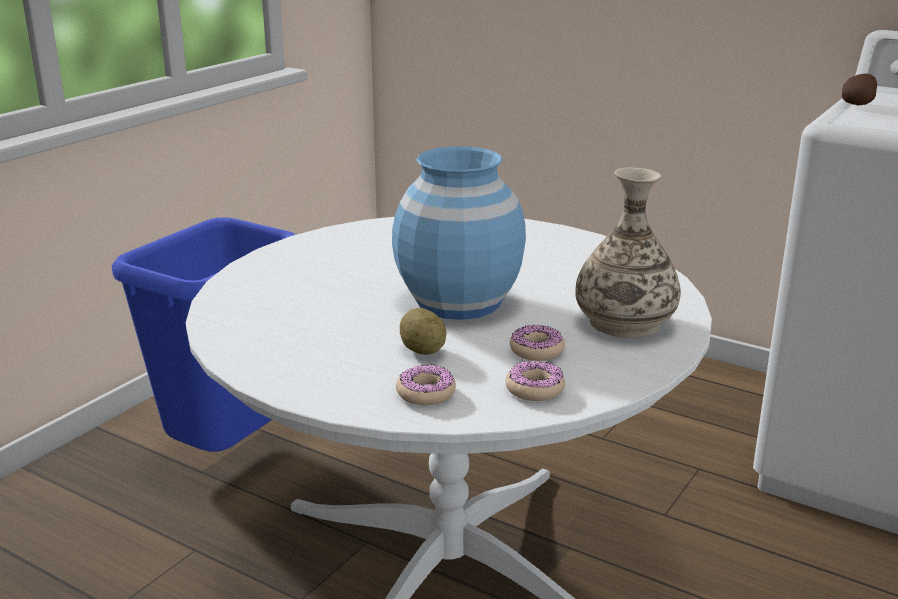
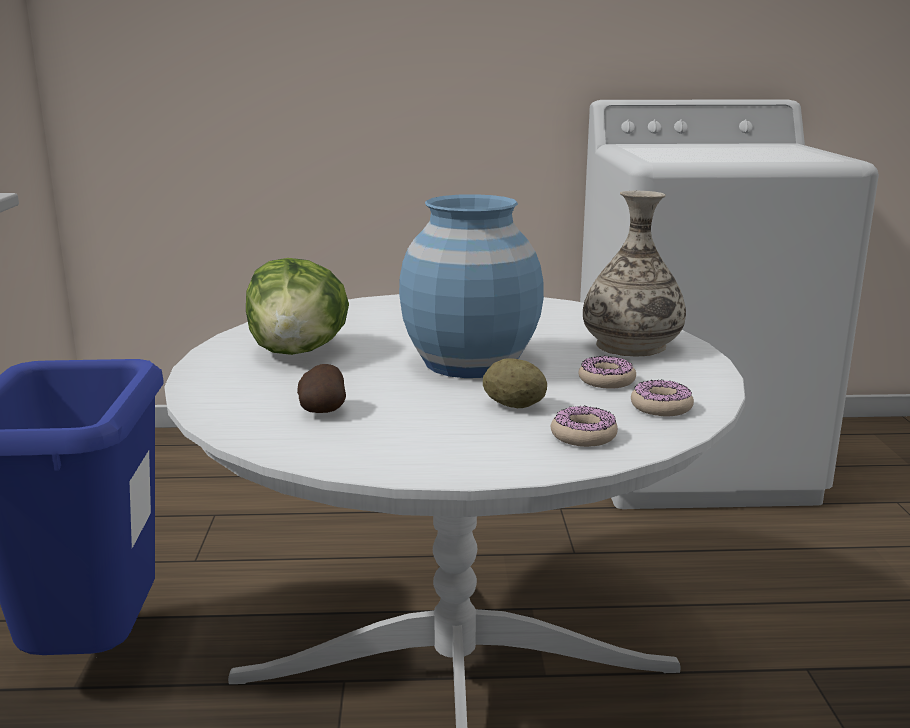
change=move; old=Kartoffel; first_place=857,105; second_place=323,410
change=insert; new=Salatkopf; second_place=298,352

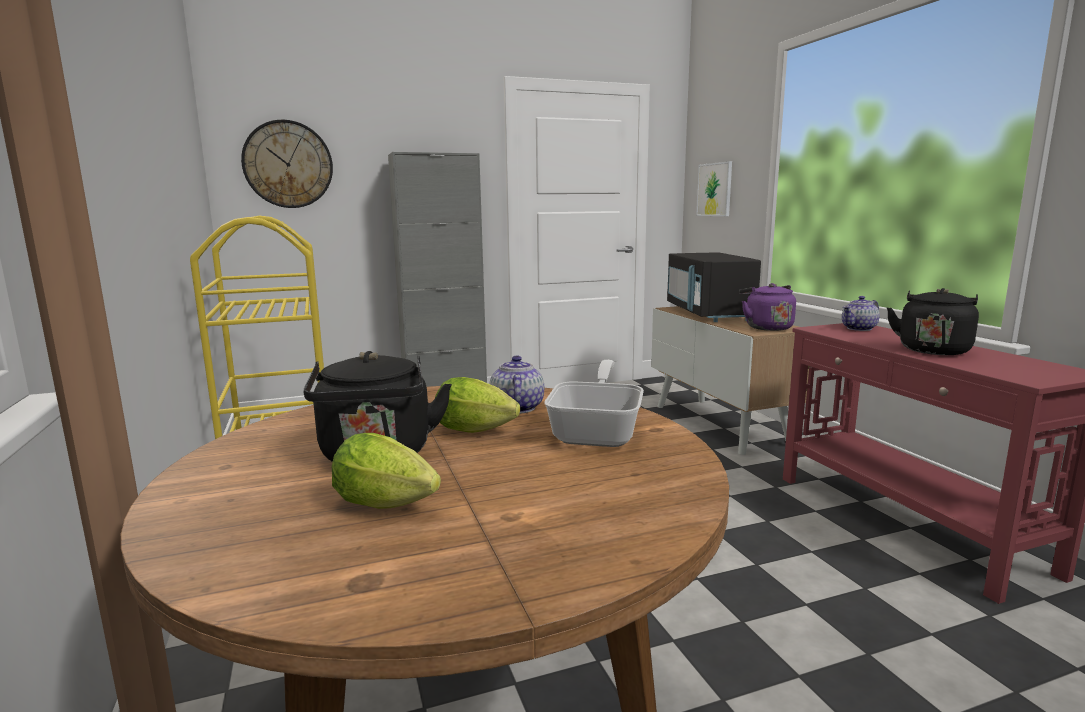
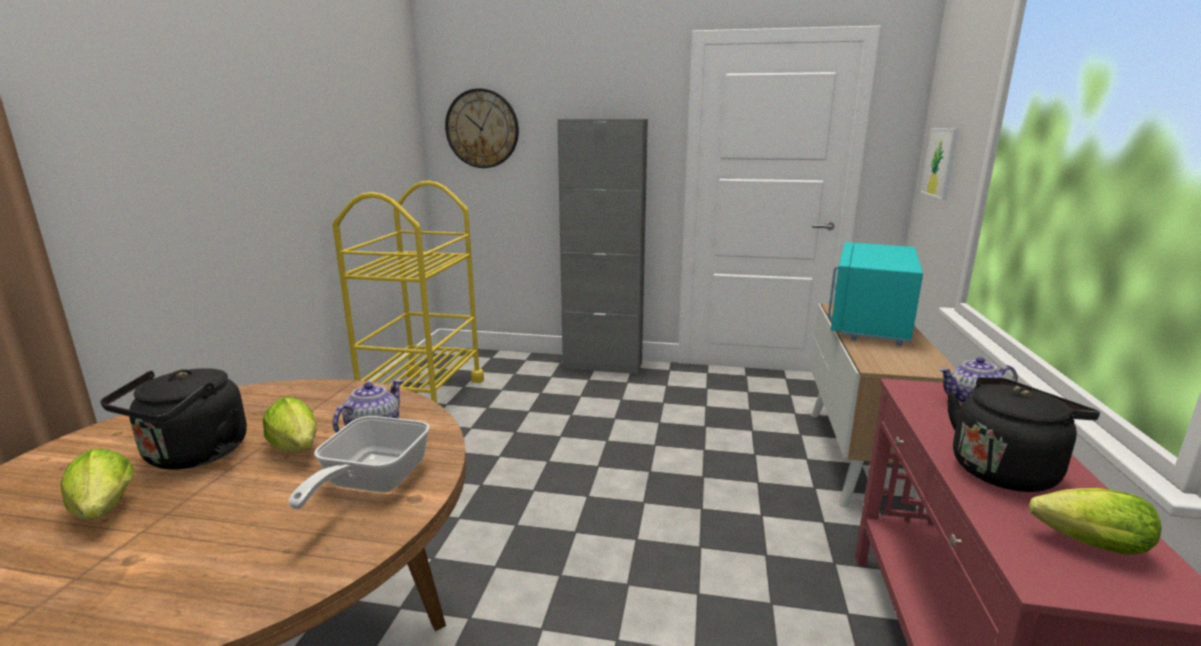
change=recolor; old=Mikrowelle [schwarz]; new=Mikrowelle [türkis]; first_place=708,314; second_place=868,324
change=delete; old=Wasserkessel [lila]; first_place=766,327
change=rotate; old=Pfanne; first_place=598,431; second_place=369,483; degrees=150
change=insert; new=Salatkopf; second_place=1083,543

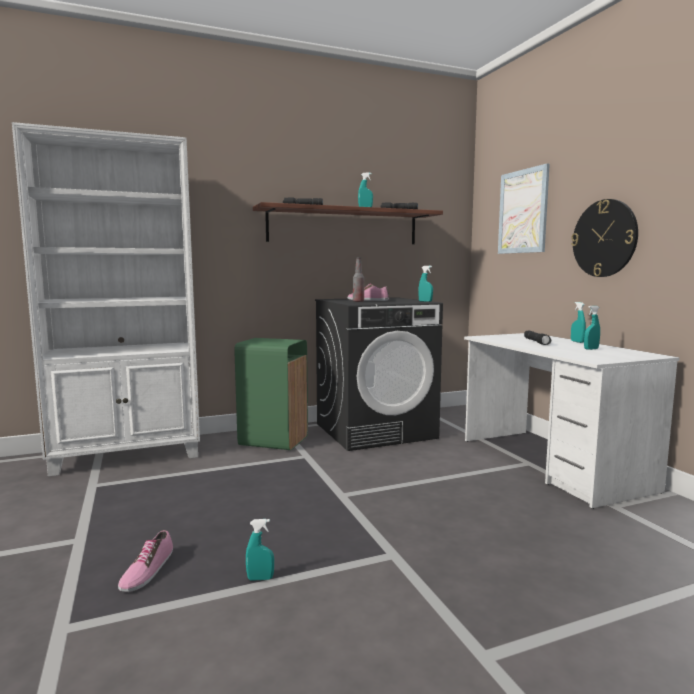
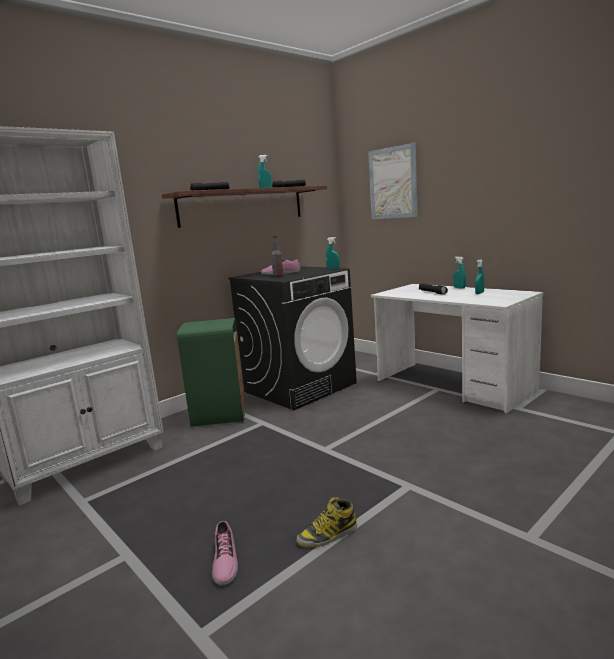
change=delete; old=Wanduhr; first_place=604,238
change=replace; old=Sprühflasche [türkis]; new=Stiefel; first_place=260,578; second_place=327,535

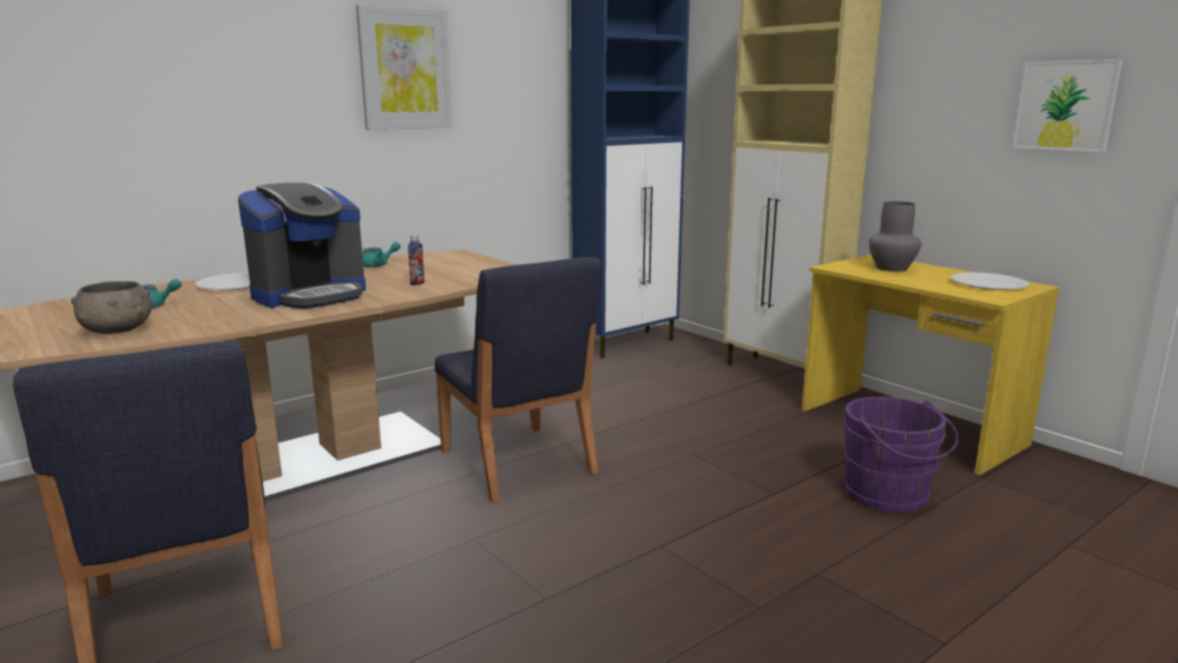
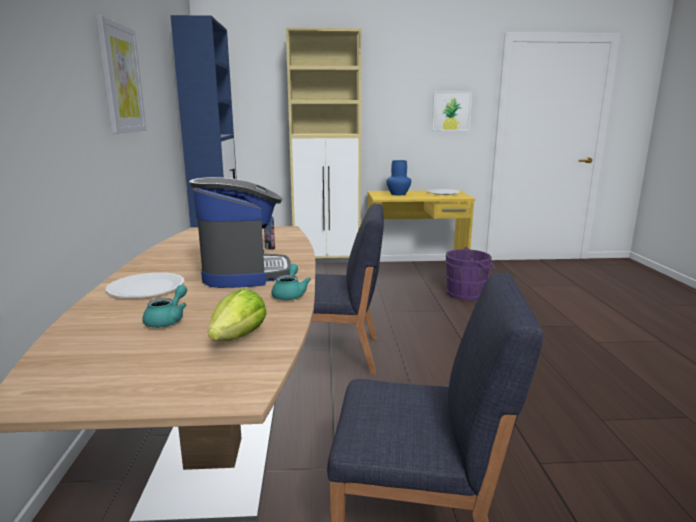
change=recolor; old=Vase [grau]; new=Vase [blau]; first_place=891,268; second_place=398,194
change=move; old=Teekanne [türkis]; first_place=378,265; second_place=290,294
change=replace; old=Schüssel [grau]; new=Salatkopf; first_place=117,330; second_place=239,337

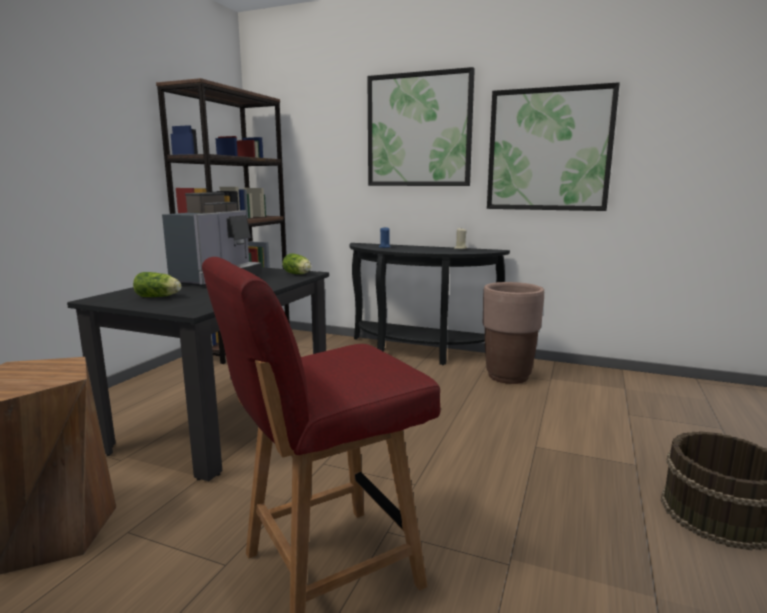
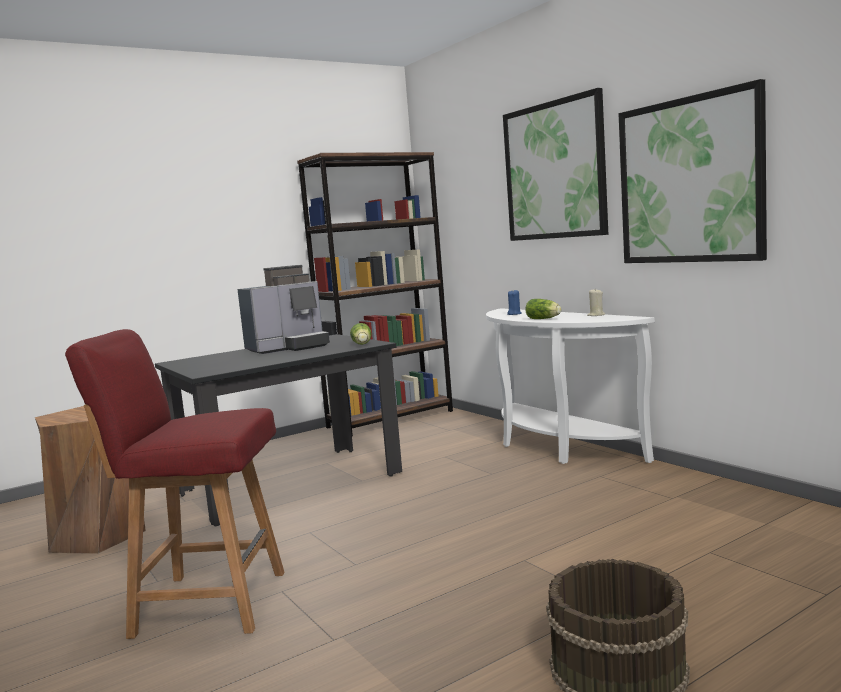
change=recolor; old=Konsolentisch [schwarz]; new=Konsolentisch [weiß]; first_place=417,352; second_place=554,447
change=move; old=Salatkopf; first_place=159,297; second_place=544,319
change=delete; old=Pflanzkübel [braun]; first_place=508,376

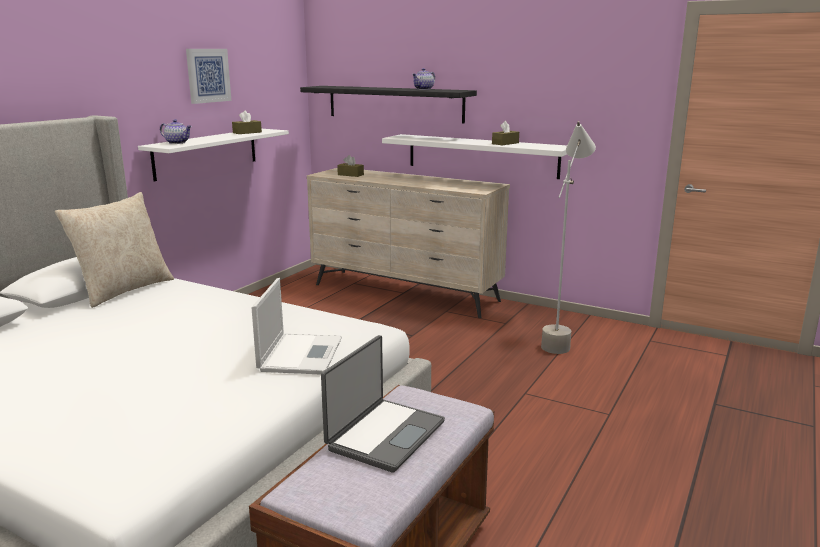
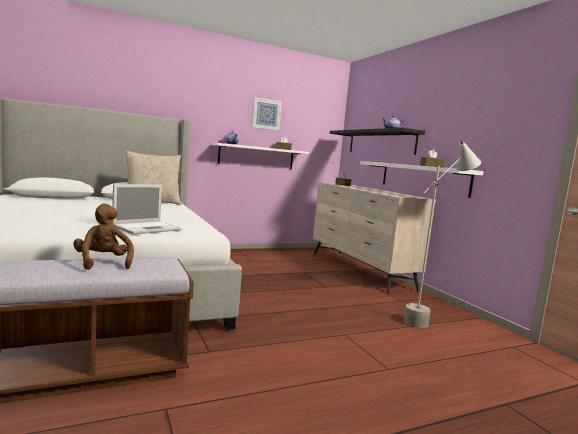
change=replace; old=Laptop; new=Plüschtier [braun]; first_place=384,435; second_place=103,263

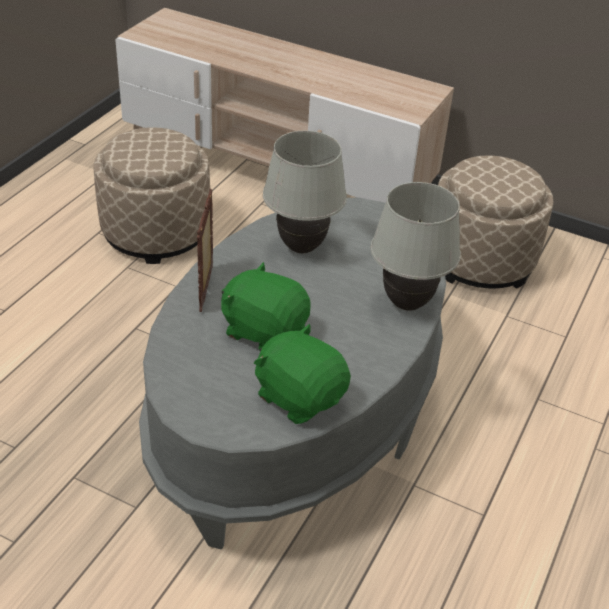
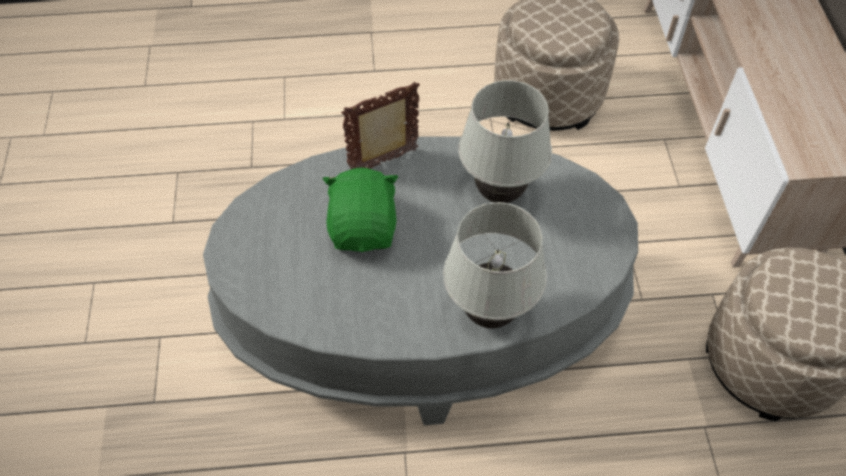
change=delete; old=Plüschtier [grün]; first_place=300,396

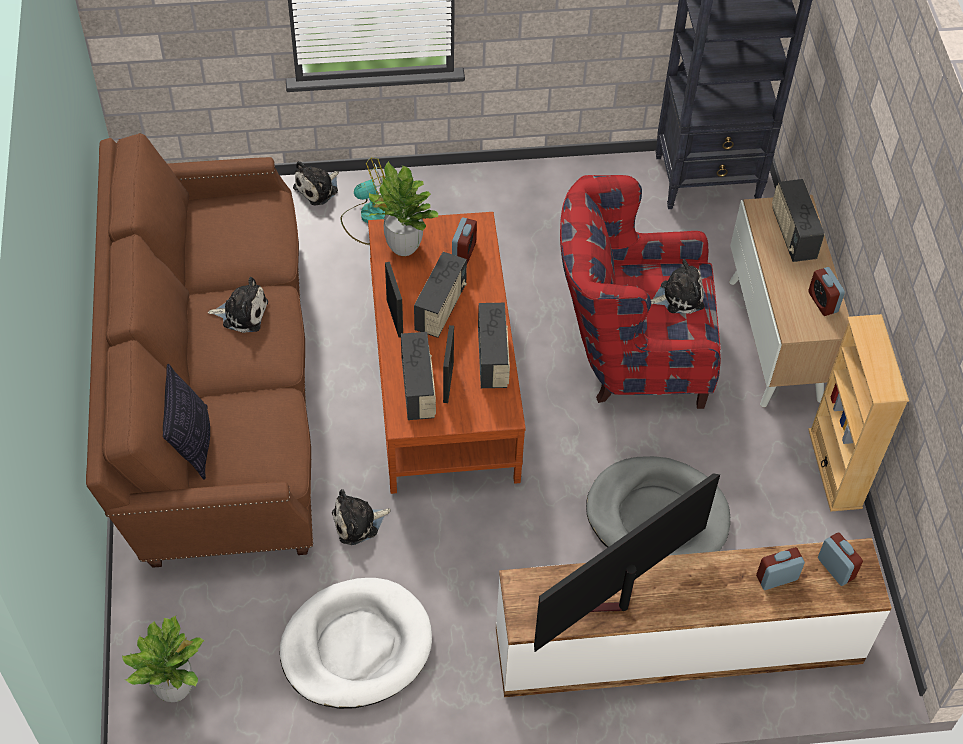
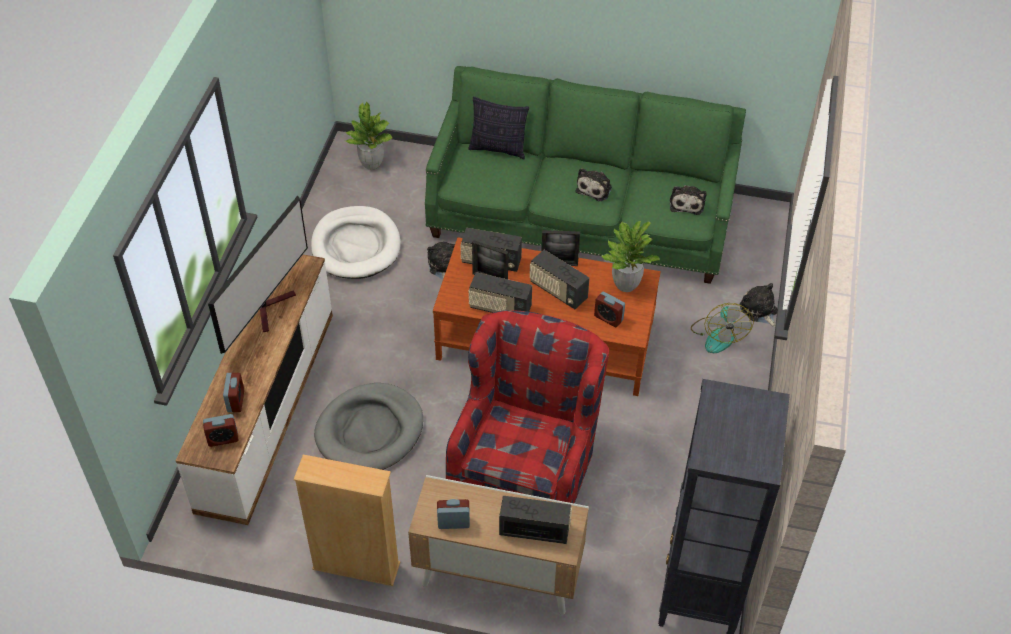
change=recolor; old=Sofa [braun]; new=Sofa [grün]; first_place=215,391; second_place=581,218
change=move; old=Plüschtier; first_place=678,296; second_place=687,203
change=rotate; old=Fernseher; first_place=613,599; second_place=271,307; degrees=45

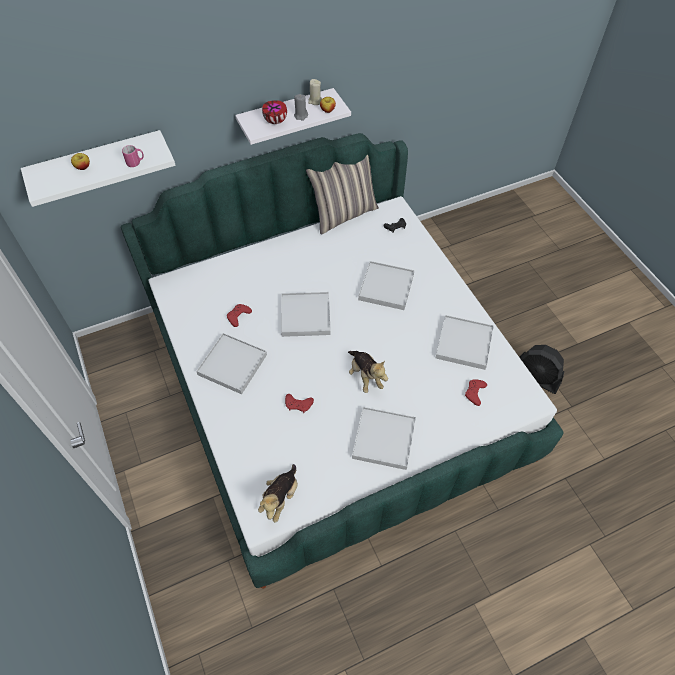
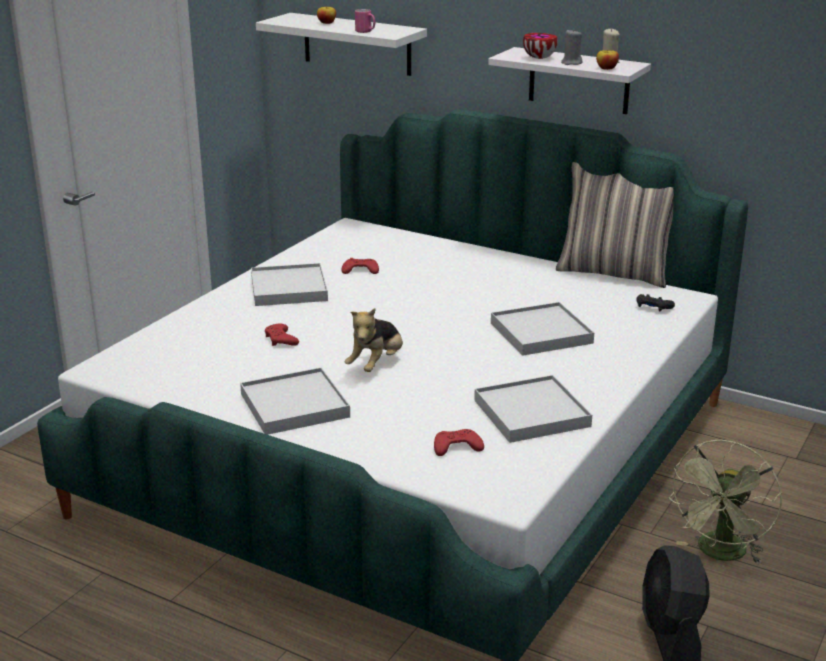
change=delete; old=Tablett [weiß]; first_place=305,316
change=delete; old=Plüschtier; first_place=280,498
change=insert; new=Ventilator [grün]; second_place=720,554

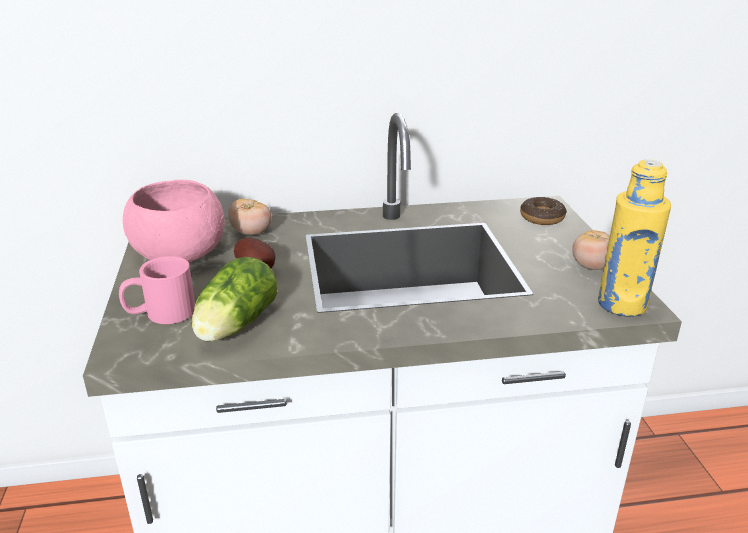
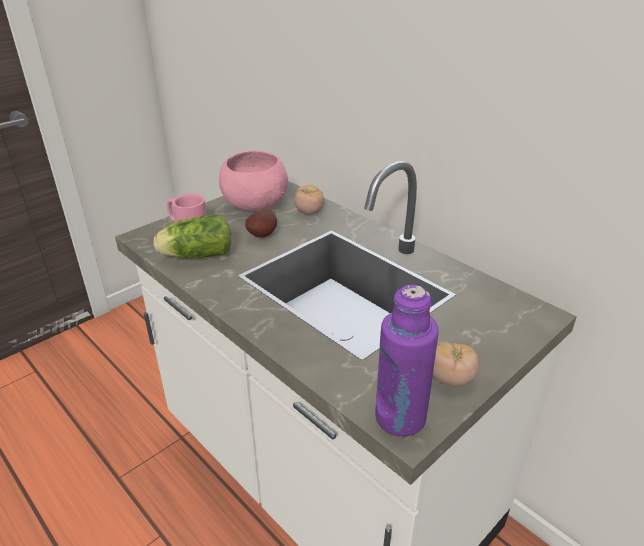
change=recolor; old=Flasche [gelb]; new=Flasche [lila]; first_place=622,304; second_place=400,418
change=delete; old=Donut; first_place=542,217

